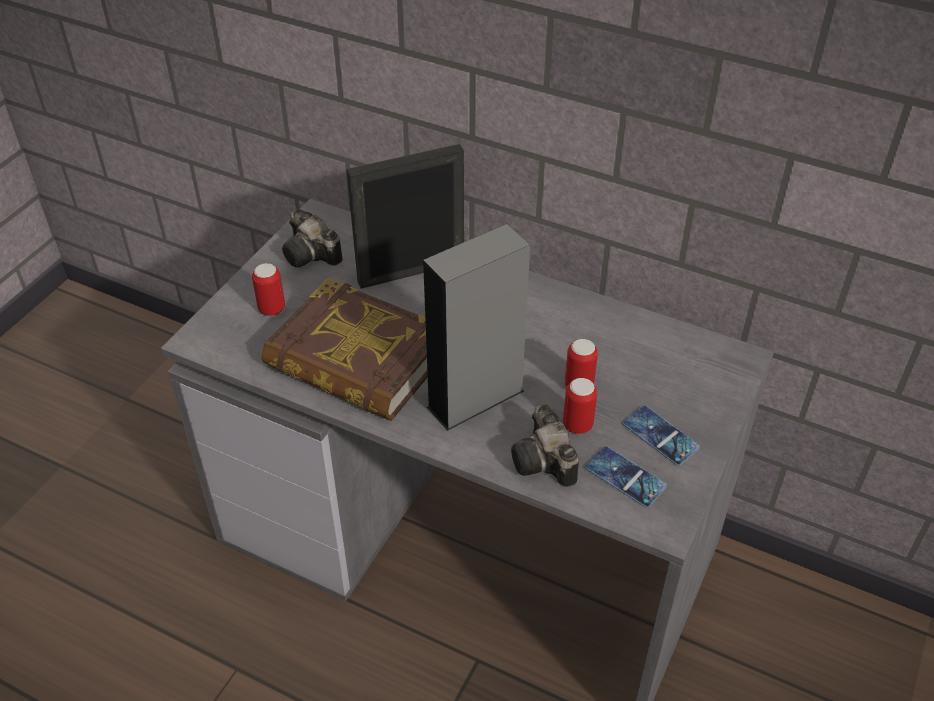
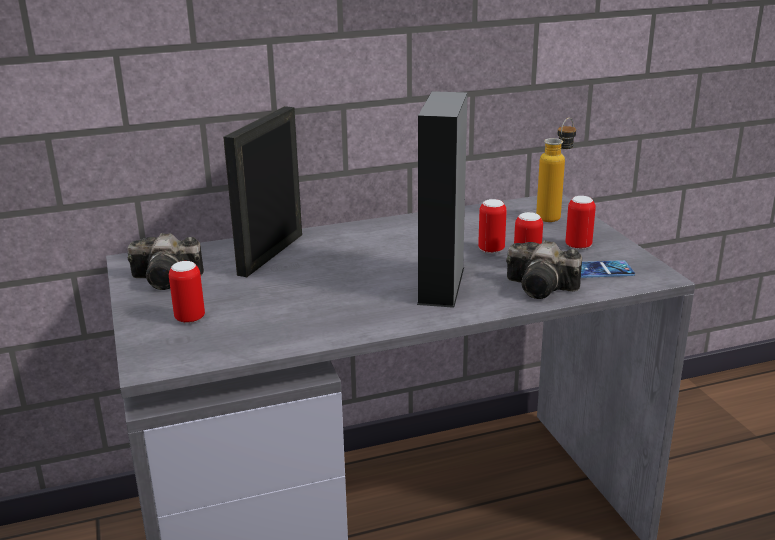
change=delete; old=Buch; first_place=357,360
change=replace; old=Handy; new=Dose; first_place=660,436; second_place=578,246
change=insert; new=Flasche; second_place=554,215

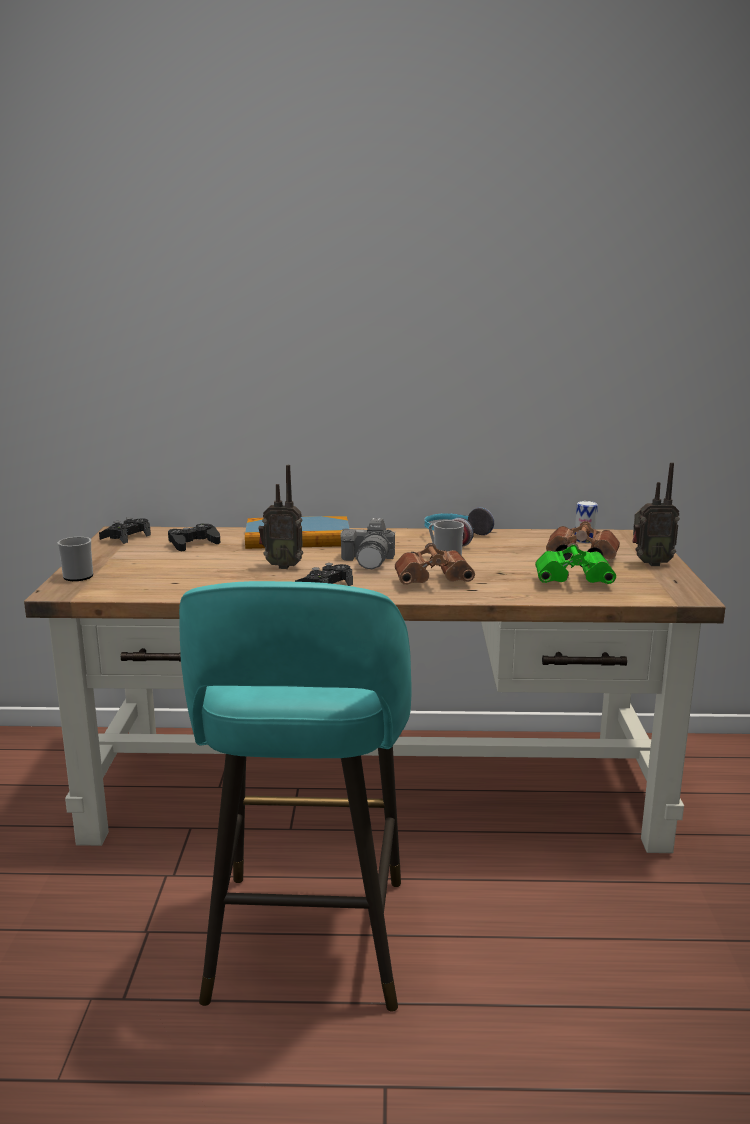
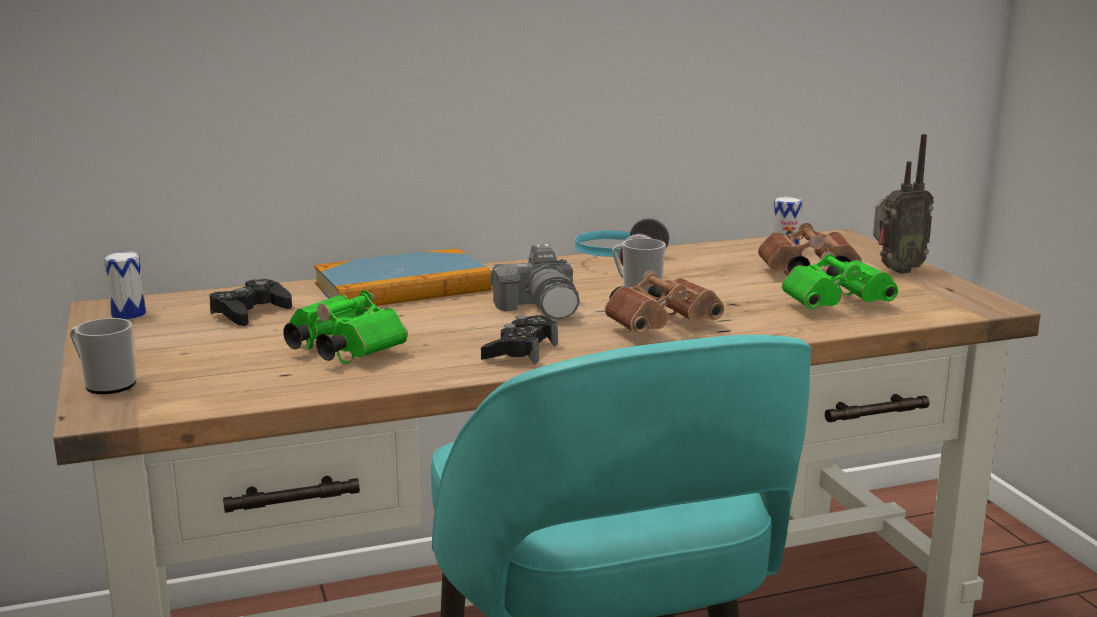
change=delete; old=Radio; first_place=282,566
change=replace; old=Gamepad [schwarz]; new=Dose; first_place=126,537; second_place=128,314
change=insert; new=Fernglas [grün]; second_place=341,350

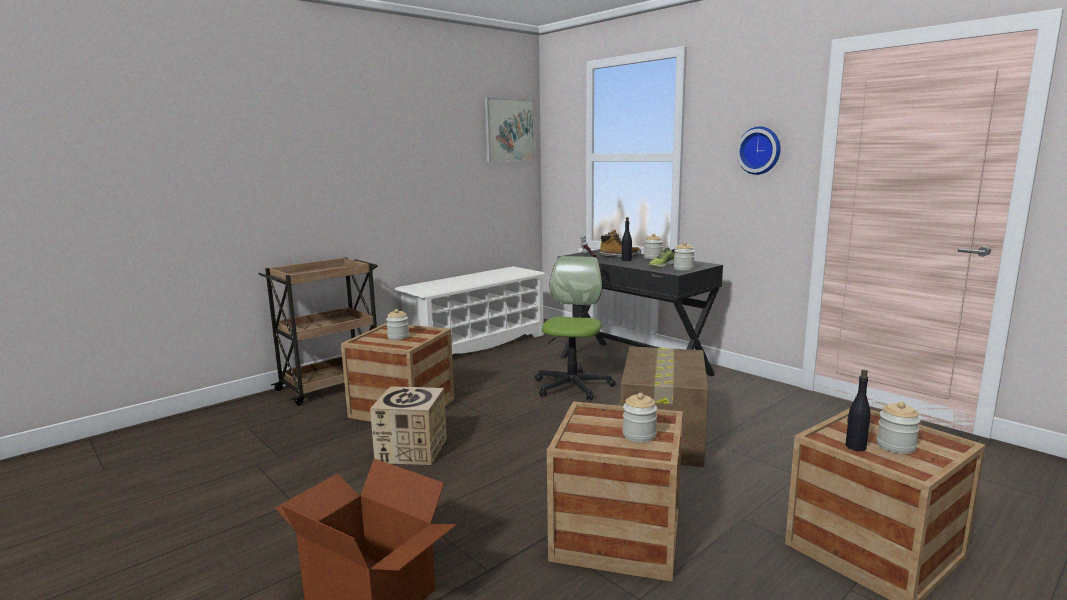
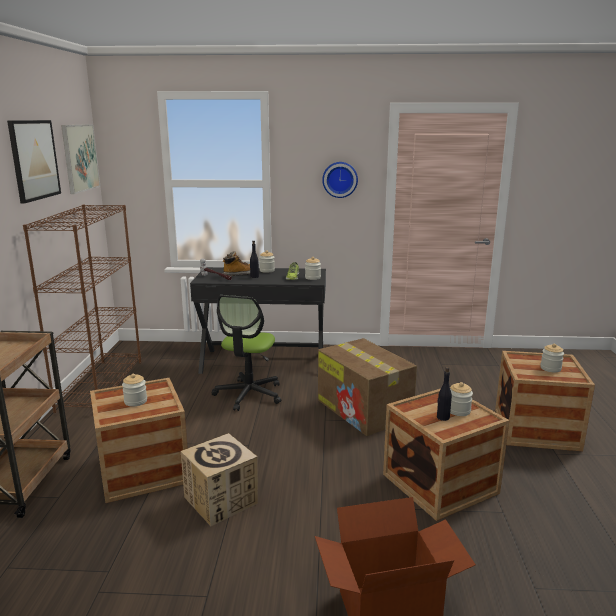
change=rotate; old=Bürostuhl; first_place=572,386; second_place=249,394; degrees=-135
change=replace; old=Schuhregal [weiß]; new=Bücherregal [braun]; first_place=476,344; second_place=101,385
change=move; old=Flasche [schwarz]; first_place=855,447; second_place=442,417
change=insert; new=Bild; second_place=34,160

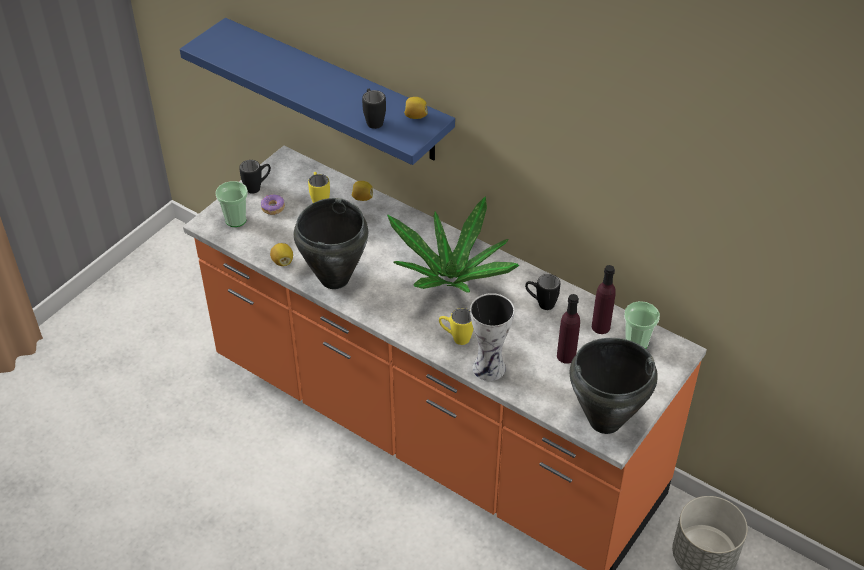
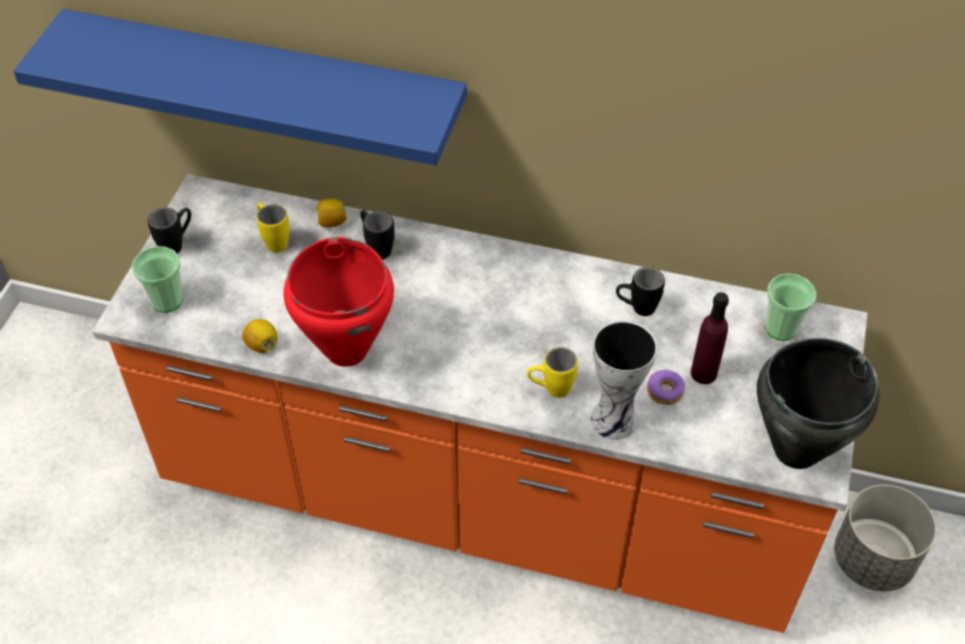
change=move; old=Henkelbecher [schwarz]; first_place=373,120; second_place=376,247
change=delete; old=Zitrone; first_place=415,116
change=move; old=Donut; first_place=273,208; second_place=665,392
change=delete; old=Topfpflanze; first_place=451,277
change=recolor; old=Kochtopf [schwarz]; new=Kochtopf [rot]; first_place=334,279; second_place=345,350
change=delete; old=Flasche [lila]; first_place=600,327

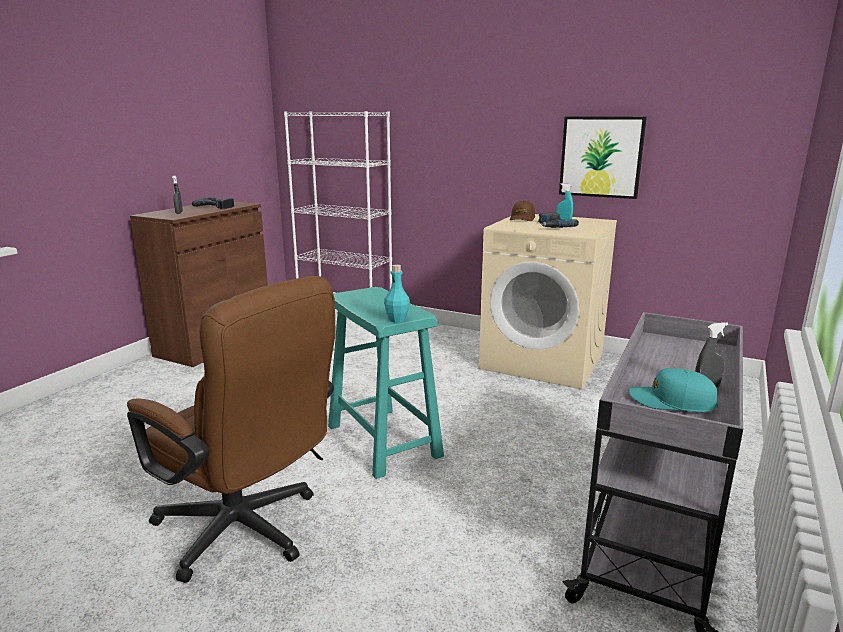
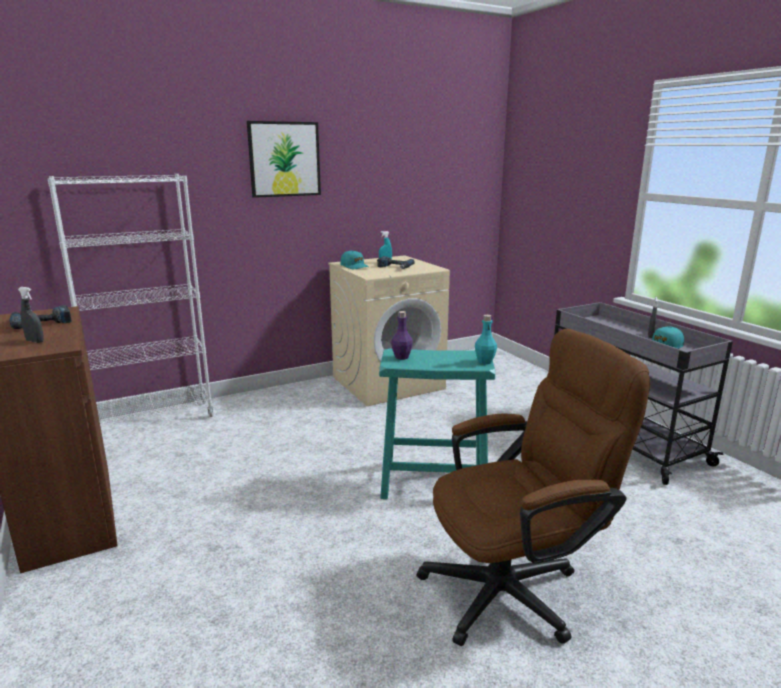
change=move; old=Bild; first_place=601,157; second_place=284,159
change=recolor; old=Kappe [braun]; new=Kappe [türkis]; first_place=522,218; second_place=354,266
change=insert; new=Flasche [lila]; second_place=401,357

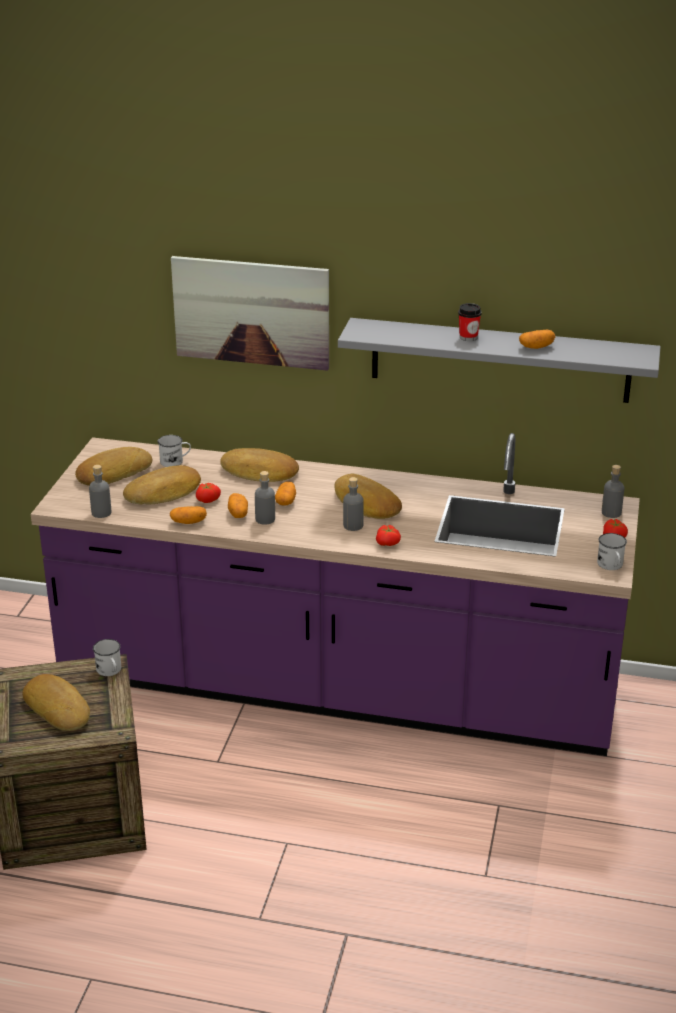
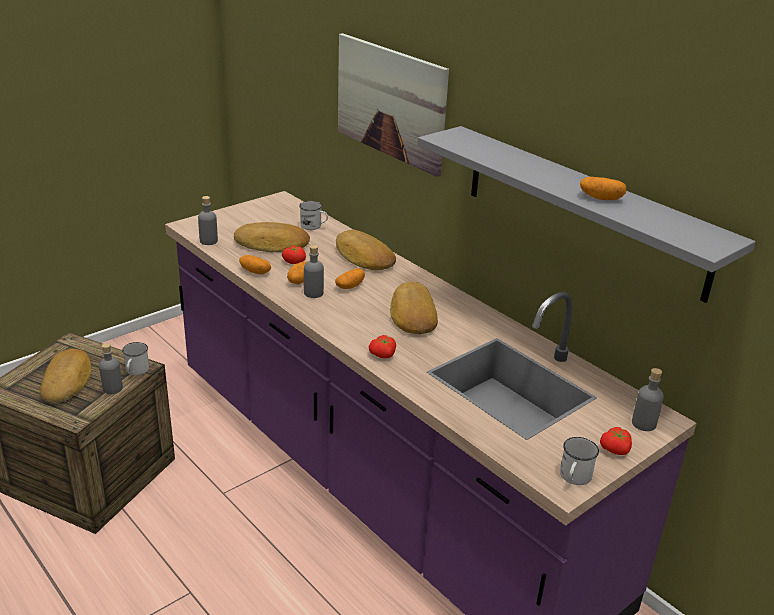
change=delete; old=Tasse; first_place=468,337
change=delete; old=Brot; first_place=113,472
change=move; old=Flasche [grau]; first_place=353,525; second_place=112,388

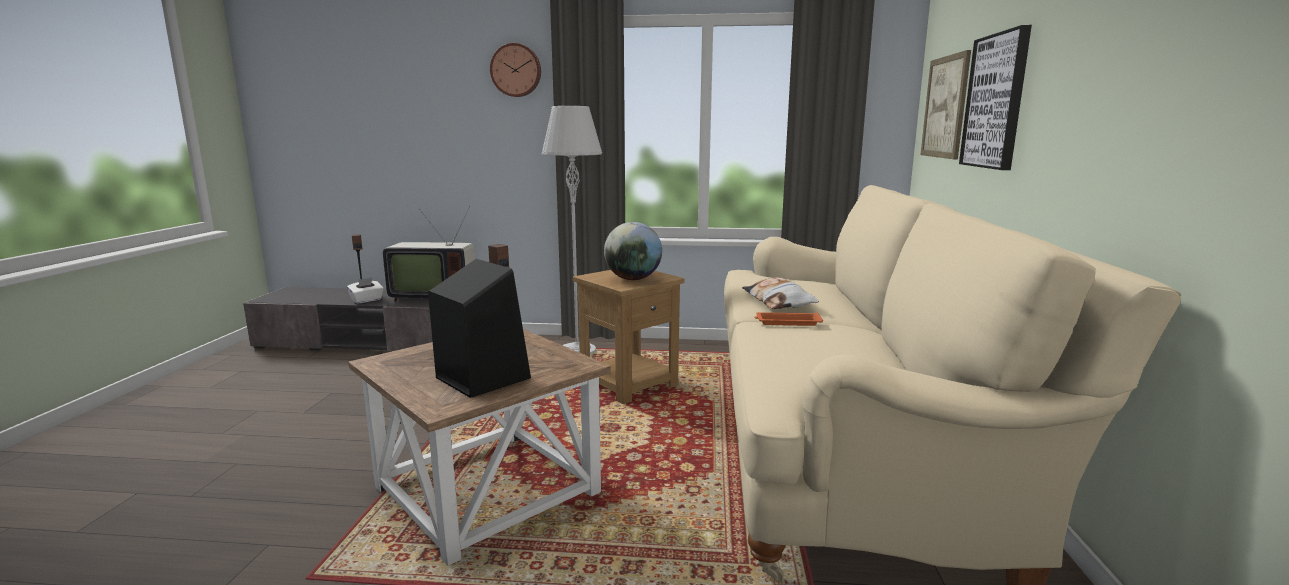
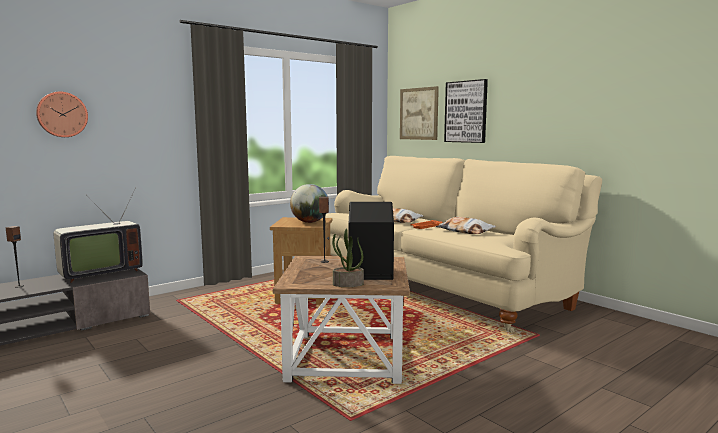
change=move; old=Wanduhr; first_place=516,70; second_place=62,114
change=delete; old=Stehlampe [grau]; first_place=577,351
change=delete; old=Taschentuchbox [weiß]; first_place=367,300
change=insert; new=Kissen; second_place=465,231
change=insert; new=Topfpflanze; second_place=347,284

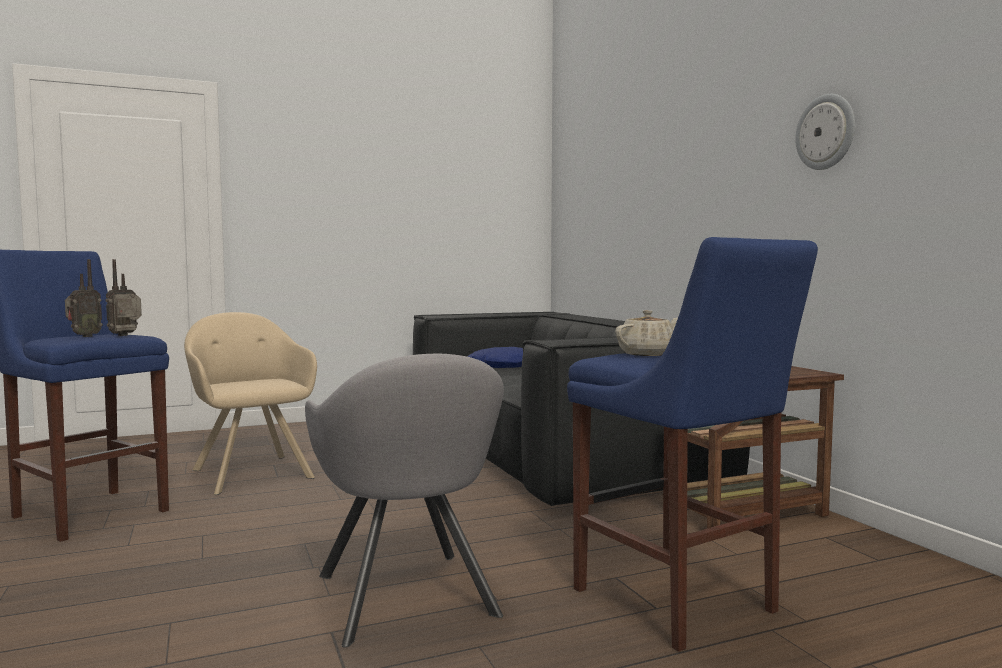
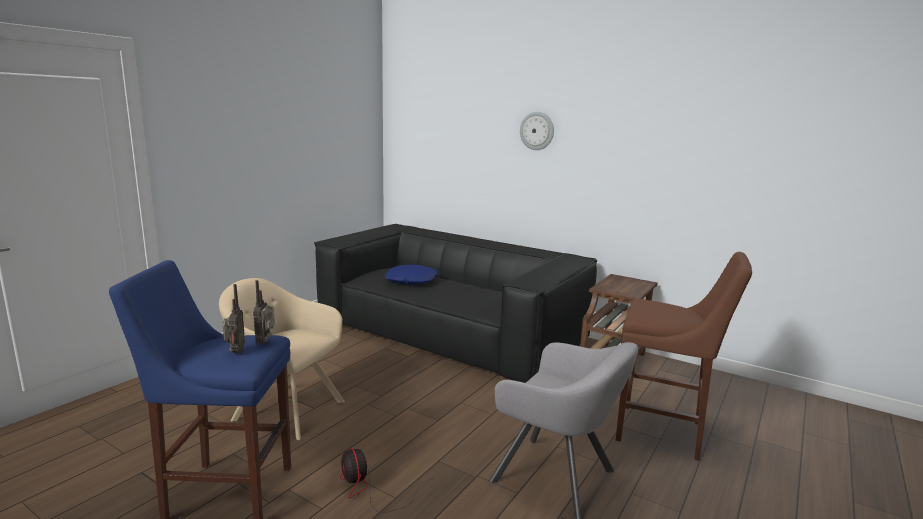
change=move; old=Wanduhr; first_place=826,132; second_place=537,131
change=recolor; old=Hocker [blau]; new=Hocker [braun]; first_place=679,604; second_place=664,433
change=delete; old=Teekanne [beige]; first_place=648,354
change=insert; new=Ventilator; second_place=371,490

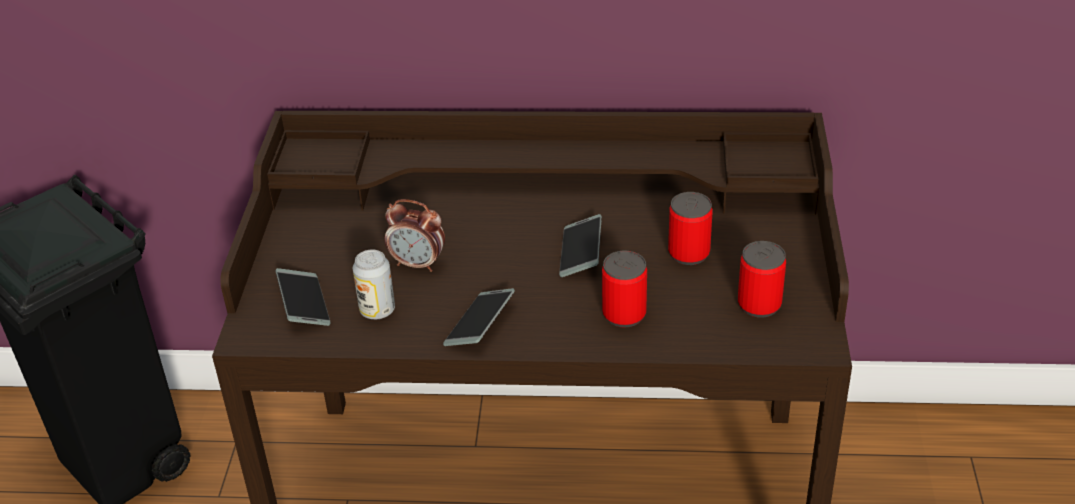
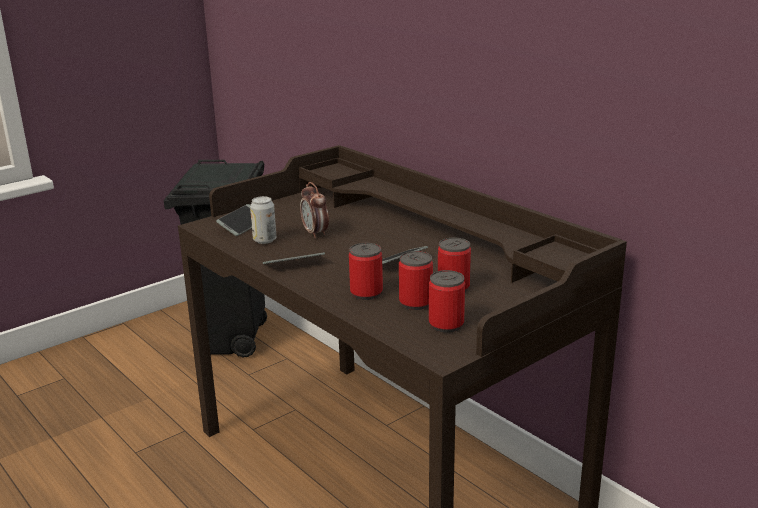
change=insert; new=Dose; second_place=415,303

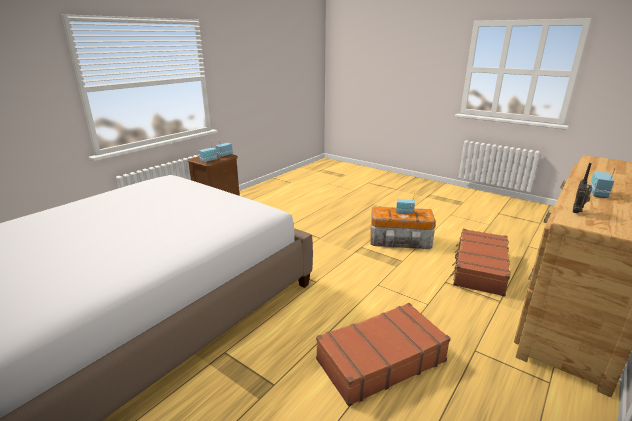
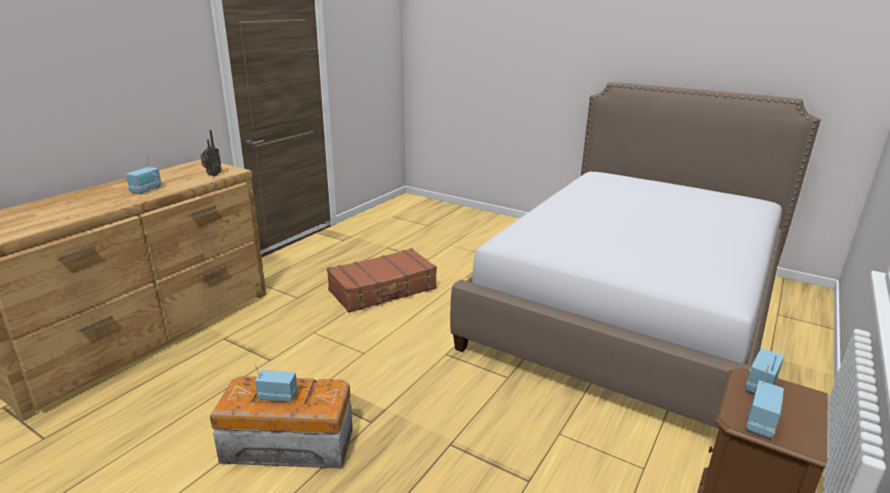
change=delete; old=Koffer [braun]; first_place=479,268

